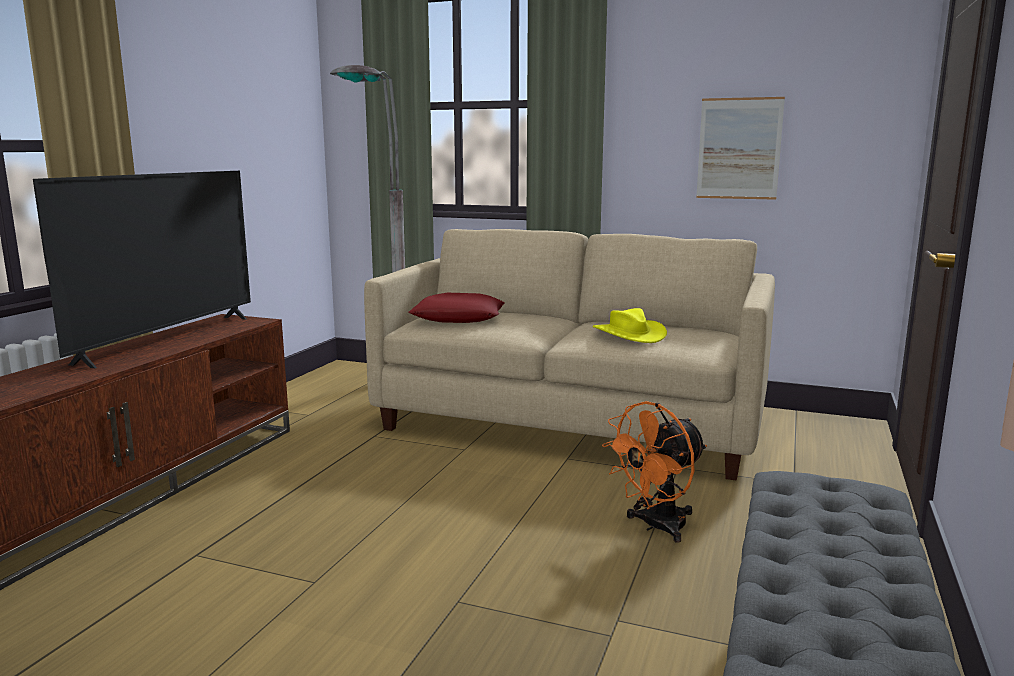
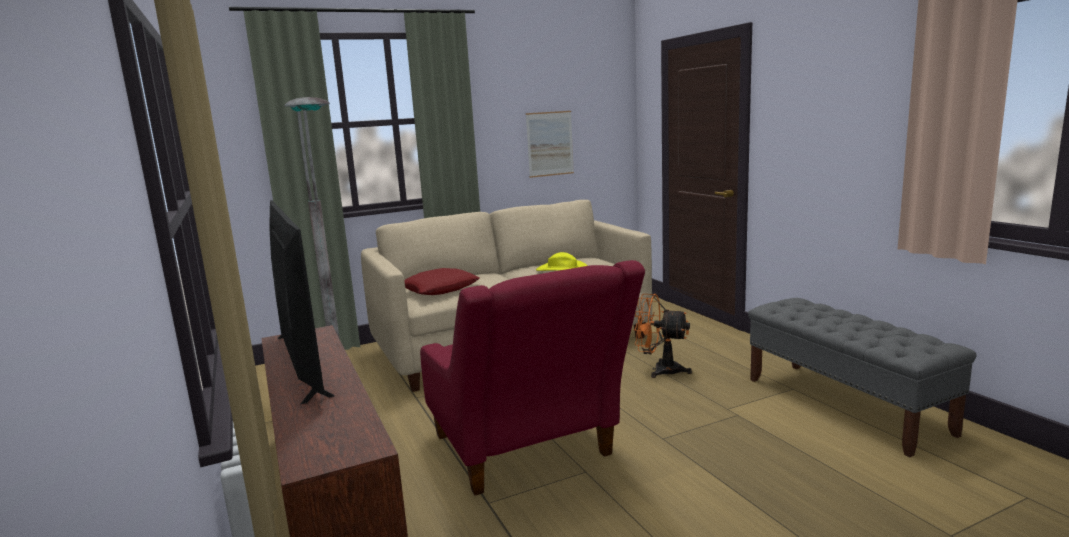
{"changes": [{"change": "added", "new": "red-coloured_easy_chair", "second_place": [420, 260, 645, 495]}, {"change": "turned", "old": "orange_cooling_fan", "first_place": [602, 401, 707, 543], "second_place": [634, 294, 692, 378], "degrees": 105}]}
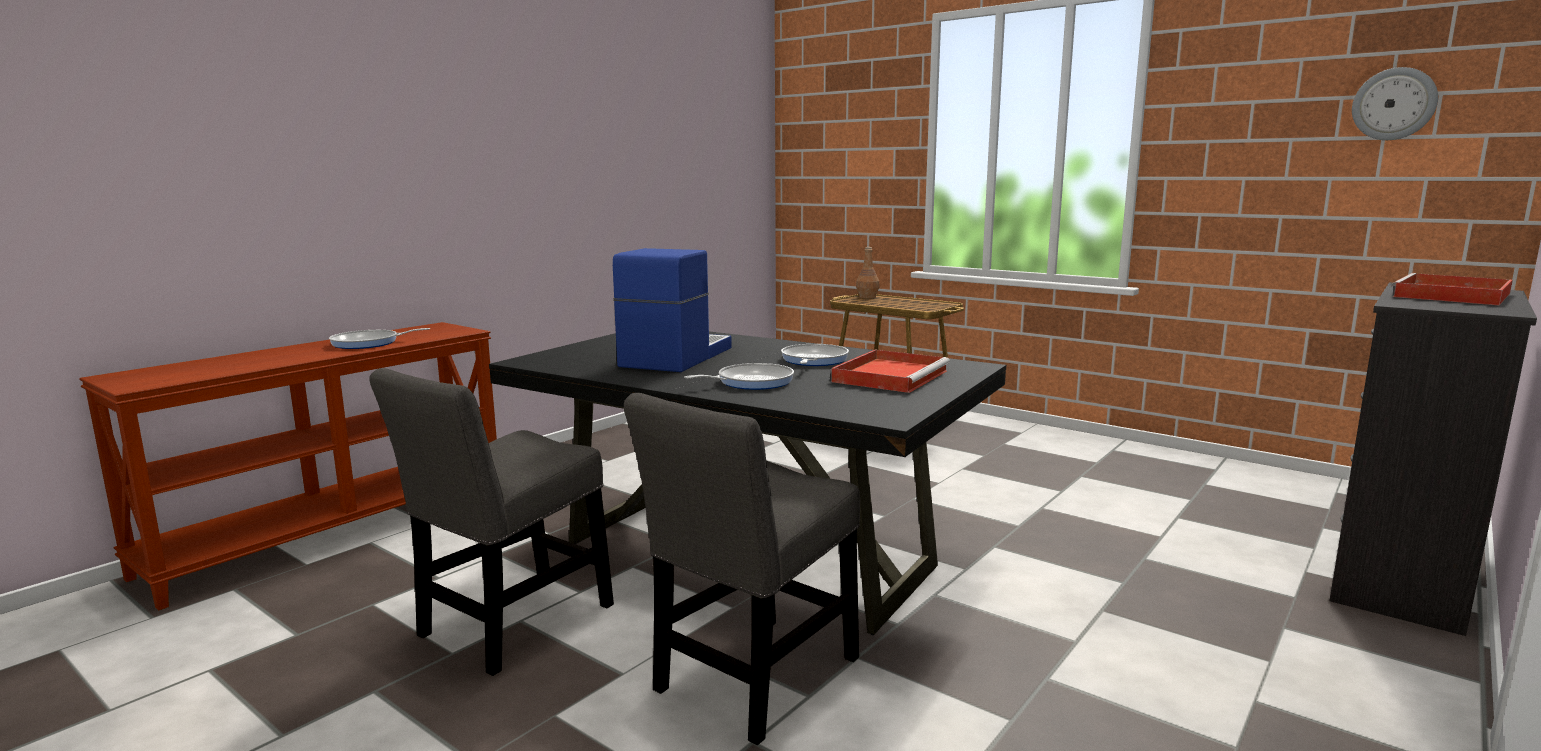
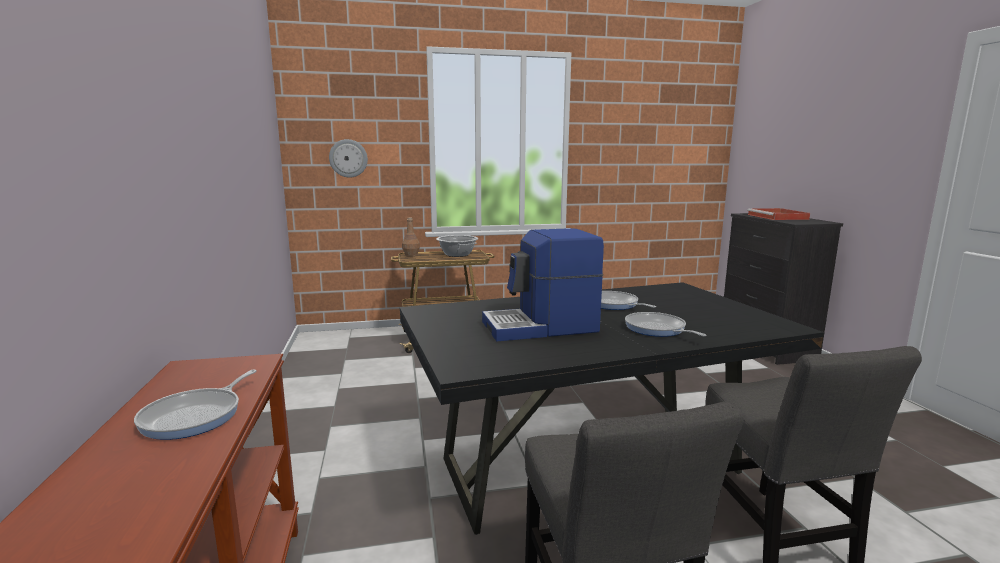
{"changes": [{"change": "removed", "old": "red-coloured_tray", "first_place": [831, 350, 950, 393]}, {"change": "added", "new": "saucepot", "second_place": [436, 235, 478, 257]}, {"change": "moved", "old": "clock_on_the_wall", "first_place": [1352, 67, 1438, 140], "second_place": [329, 139, 368, 178]}, {"change": "turned", "old": "coffee_brewer", "first_place": [613, 248, 732, 372], "second_place": [482, 228, 604, 341], "degrees": -75}, {"change": "turned", "old": "skillet", "first_place": [684, 363, 794, 390], "second_place": [625, 312, 707, 337], "degrees": -45}]}
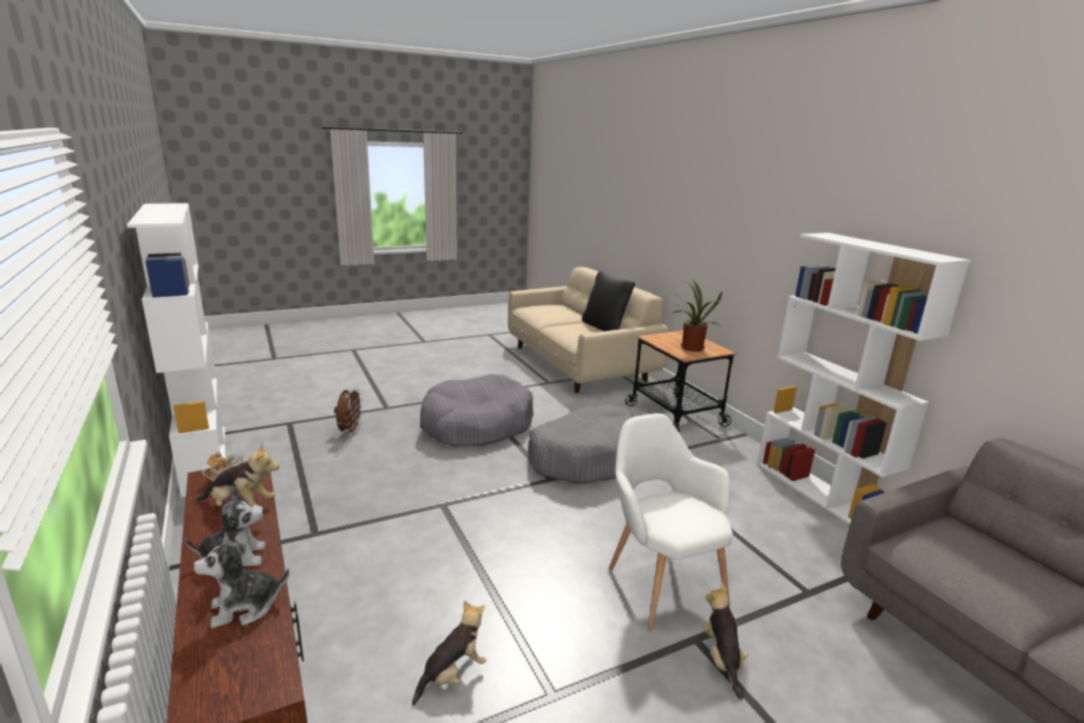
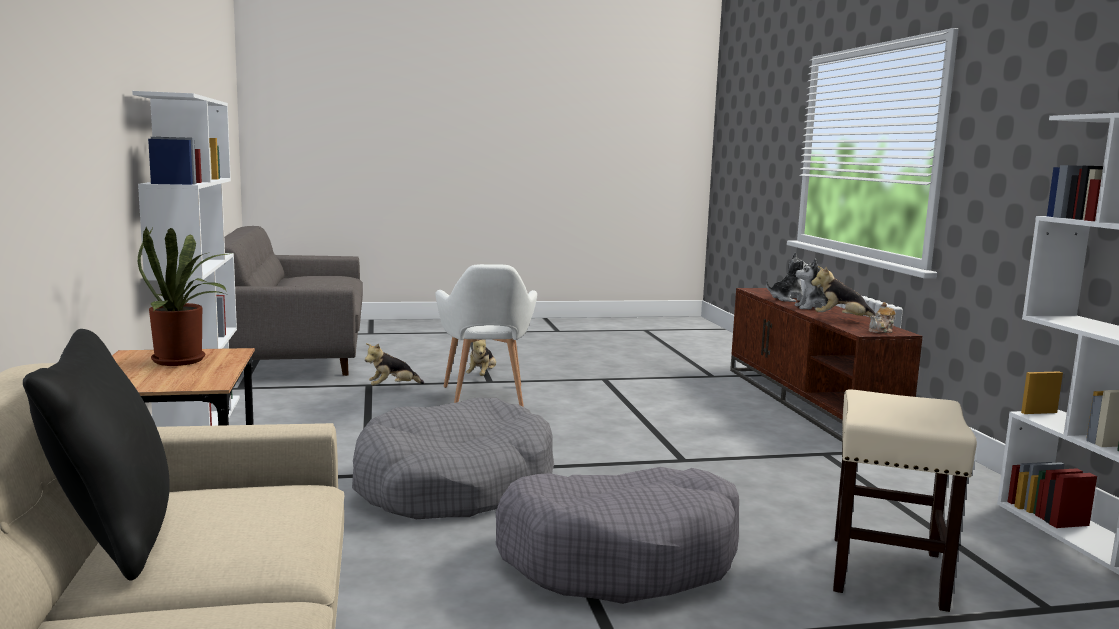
{"changes": [{"change": "moved", "old": "plush_toy", "first_place": [412, 600, 486, 706], "second_place": [365, 343, 425, 386]}, {"change": "replaced", "old": "brown_cooling_fan", "new": "sand-coloured_stool_seat", "first_place": [334, 388, 364, 435], "second_place": [833, 390, 977, 612]}]}
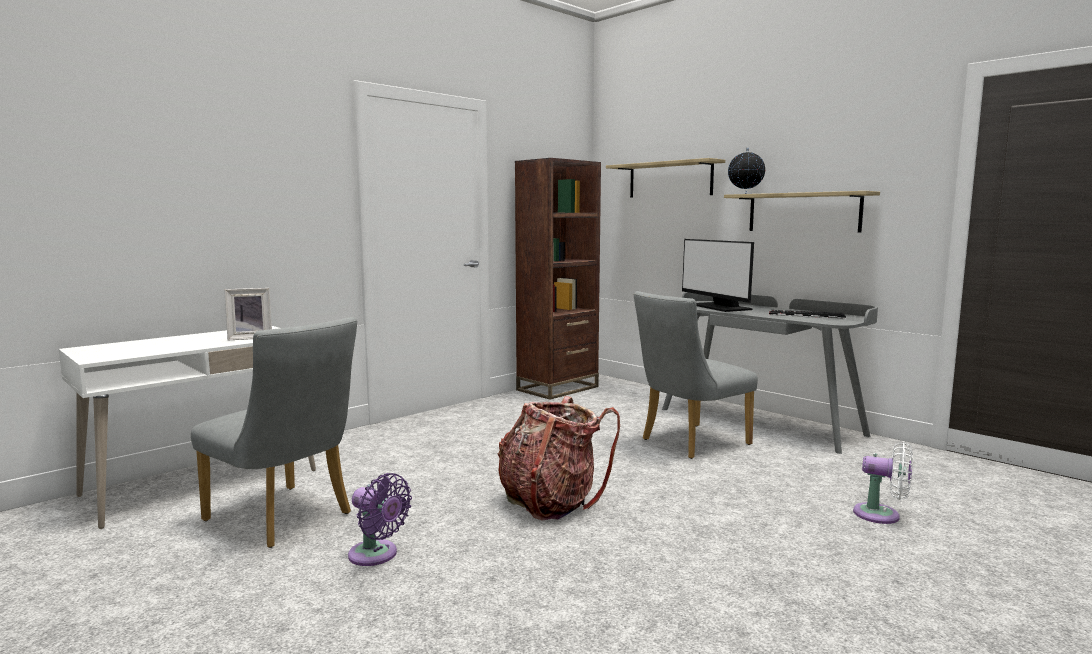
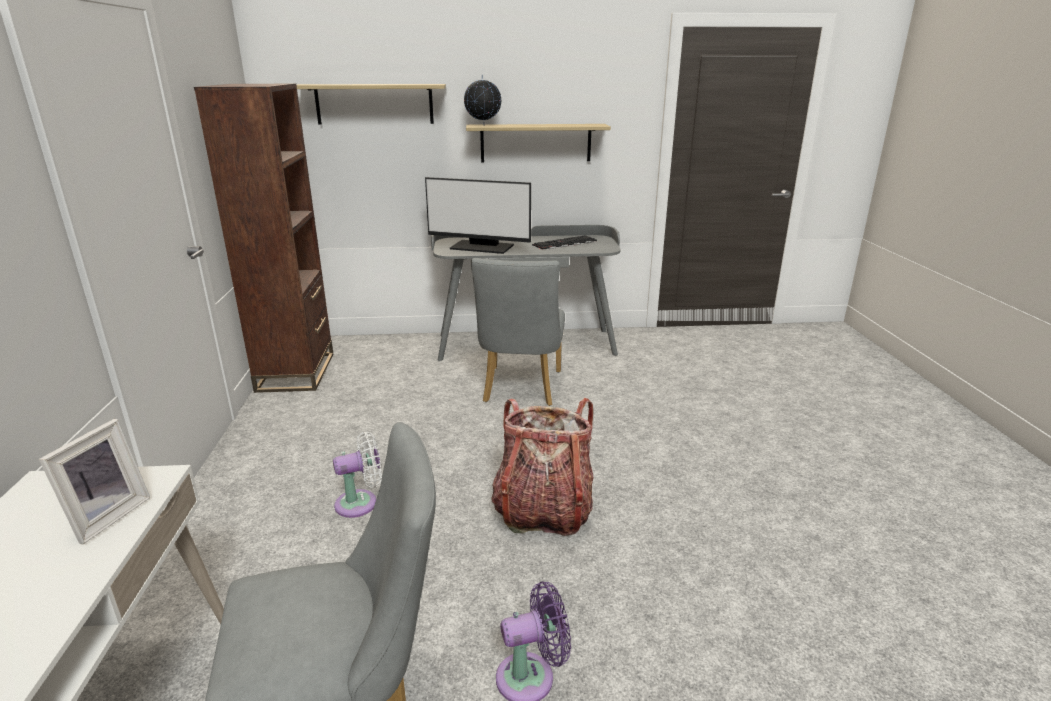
{"changes": [{"change": "moved", "old": "white-coloured_cooling_fan", "first_place": [853, 441, 913, 524], "second_place": [333, 432, 382, 518]}]}
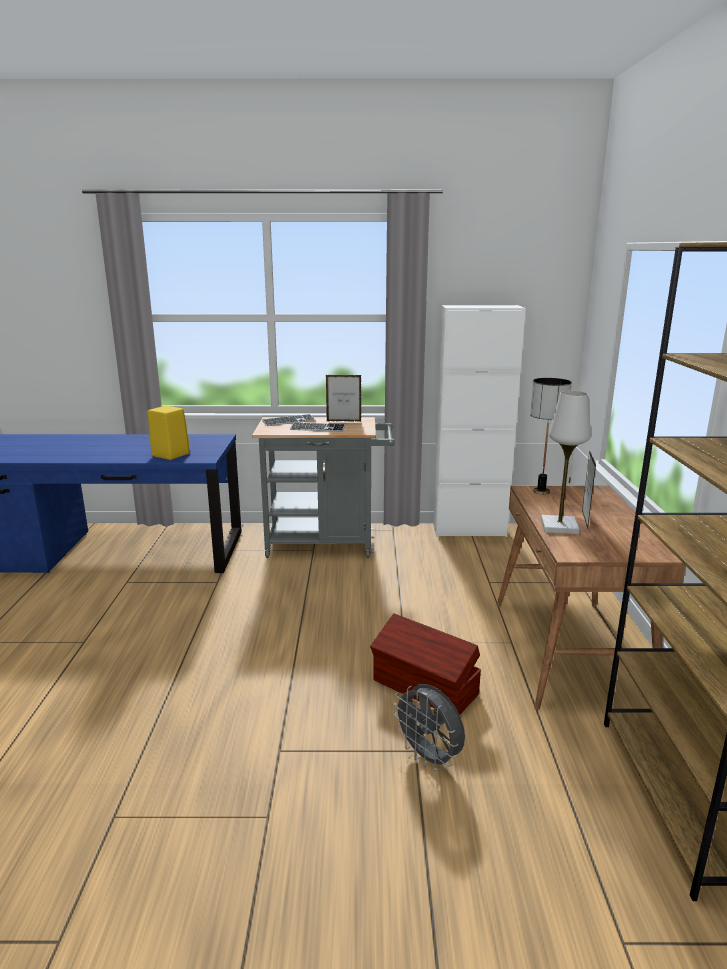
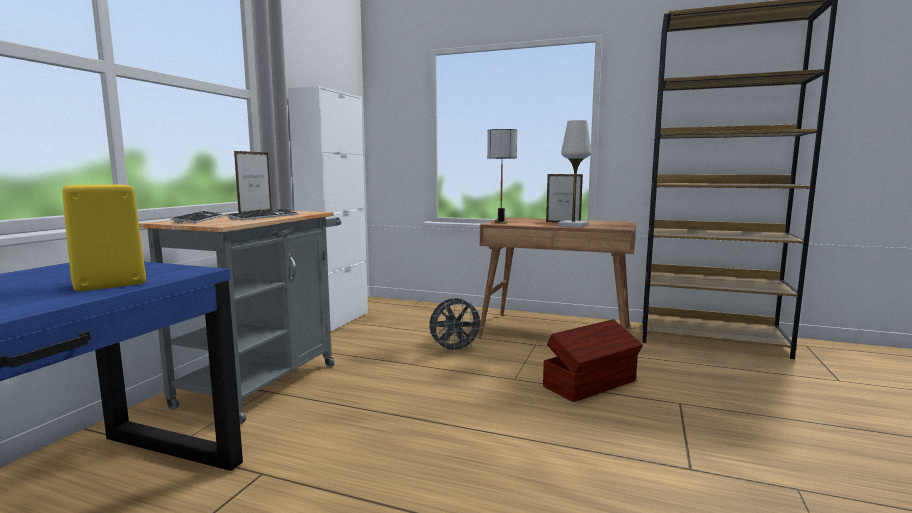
{"changes": [{"change": "moved", "old": "gray_cooling_fan", "first_place": [392, 684, 465, 771], "second_place": [430, 297, 484, 354]}]}
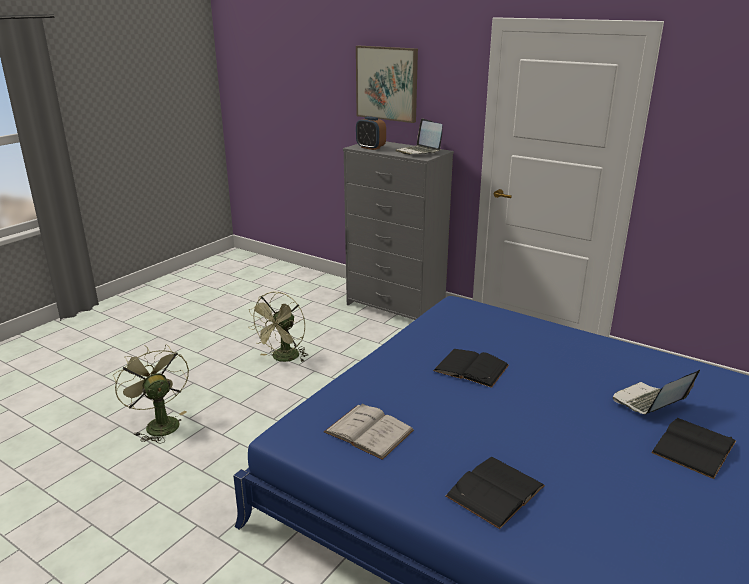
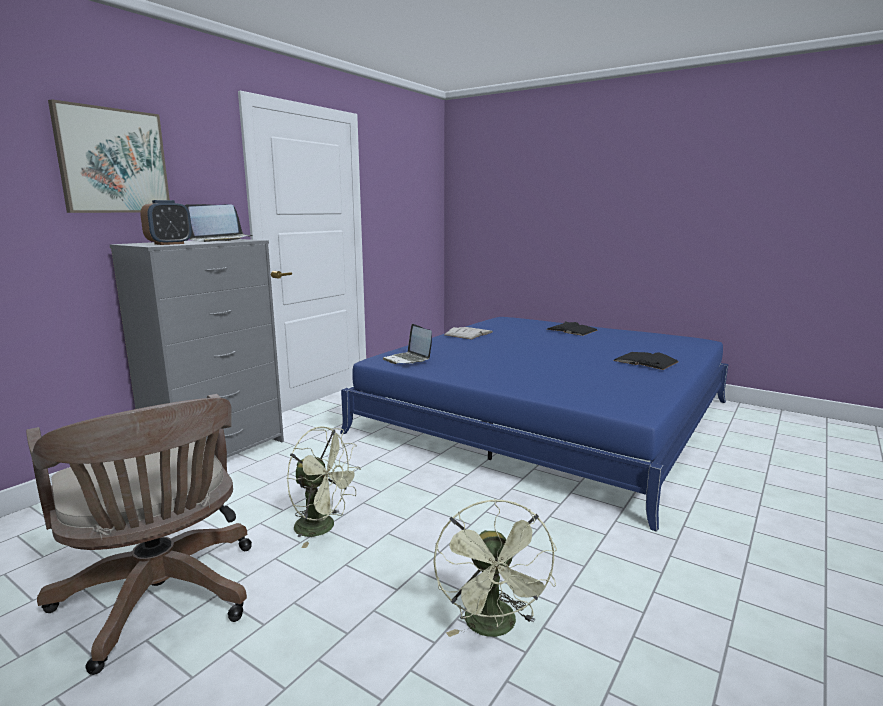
{"changes": [{"change": "removed", "old": "black-coloured_book", "first_place": [433, 349, 509, 388]}, {"change": "added", "new": "brown_office_chair", "second_place": [26, 394, 252, 675]}, {"change": "moved", "old": "white-coloured_book", "first_place": [324, 404, 414, 460], "second_place": [445, 327, 493, 340]}, {"change": "moved", "old": "portable_computer", "first_place": [613, 369, 700, 414], "second_place": [383, 324, 432, 364]}, {"change": "turned", "old": "green_cooling_fan", "first_place": [113, 344, 189, 444], "second_place": [433, 499, 557, 637], "degrees": -60}]}
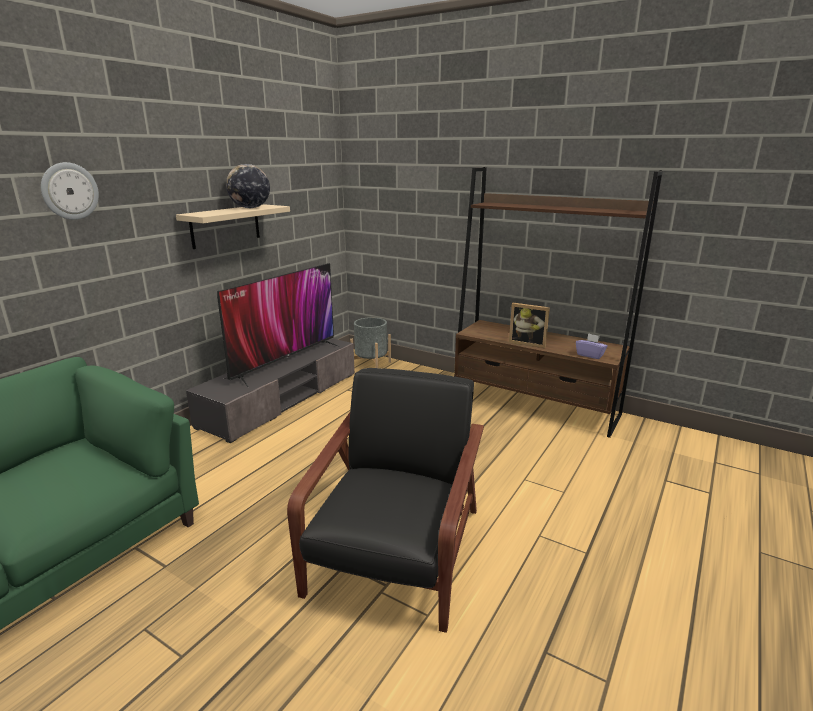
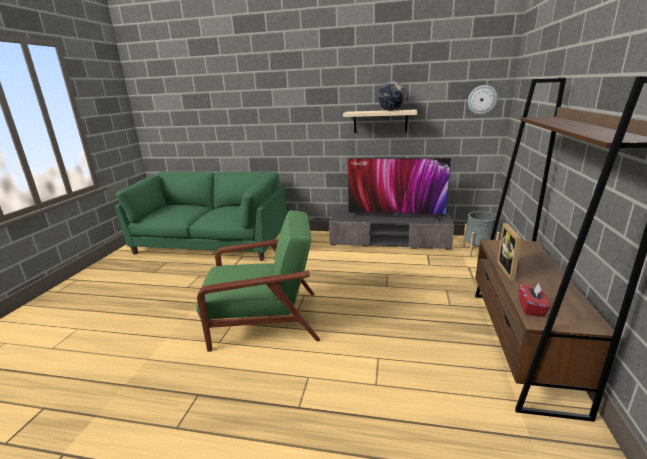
{"changes": [{"change": "moved", "old": "clock_on_the_wall", "first_place": [41, 162, 99, 220], "second_place": [468, 85, 498, 115]}, {"change": "recoloured", "old": "black-coloured_easy_chair", "new": "green_easy_chair", "first_place": [287, 368, 484, 633], "second_place": [196, 210, 320, 352]}, {"change": "recoloured", "old": "purple-coloured_box_of_tissues", "new": "red-coloured_box_of_tissues", "first_place": [576, 333, 608, 359], "second_place": [519, 283, 550, 316]}]}
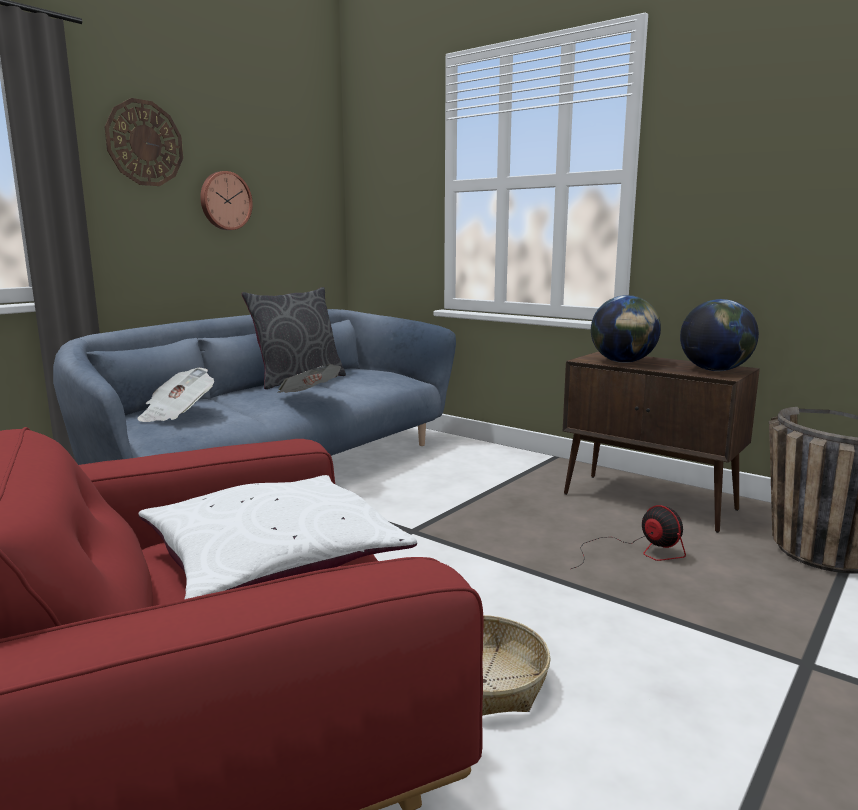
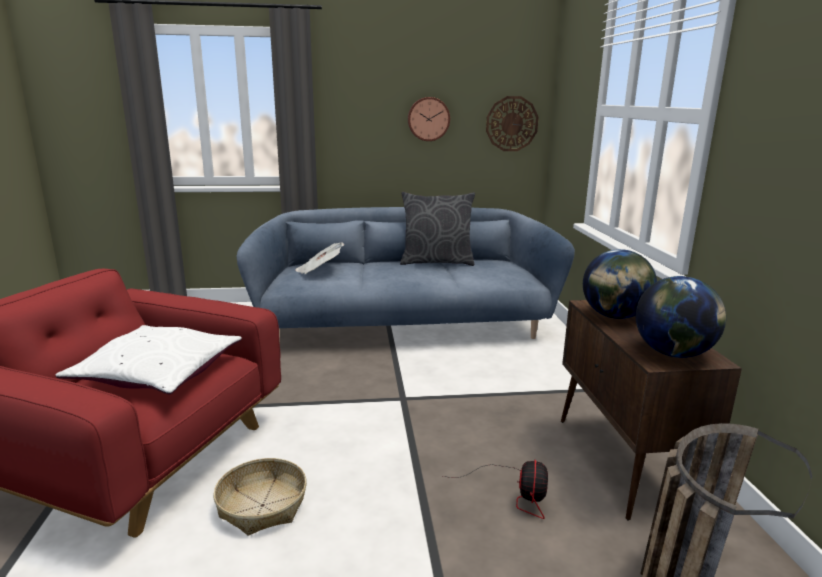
{"changes": [{"change": "removed", "old": "printed_paper", "first_place": [277, 364, 341, 393]}, {"change": "moved", "old": "clock_on_the_wall", "first_place": [105, 98, 183, 186], "second_place": [486, 96, 539, 151]}]}
